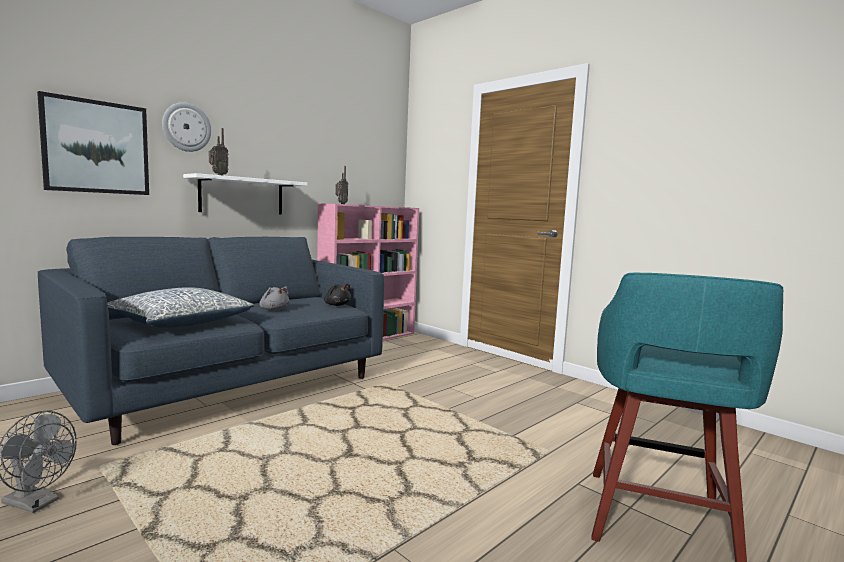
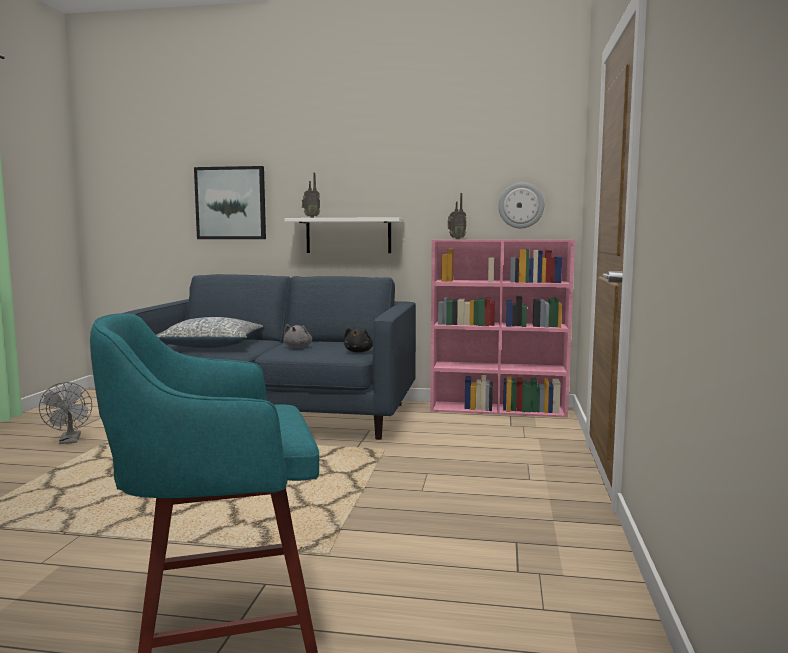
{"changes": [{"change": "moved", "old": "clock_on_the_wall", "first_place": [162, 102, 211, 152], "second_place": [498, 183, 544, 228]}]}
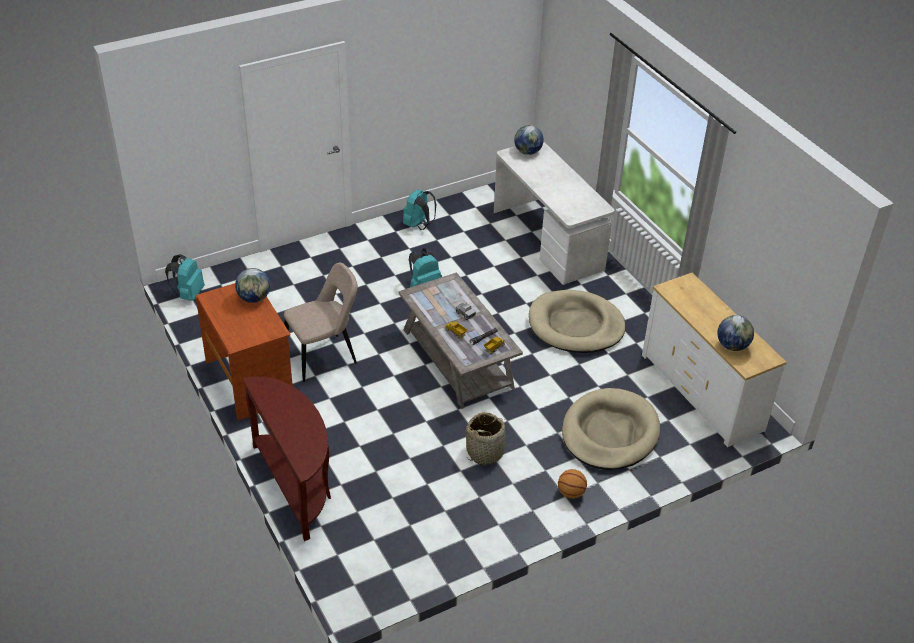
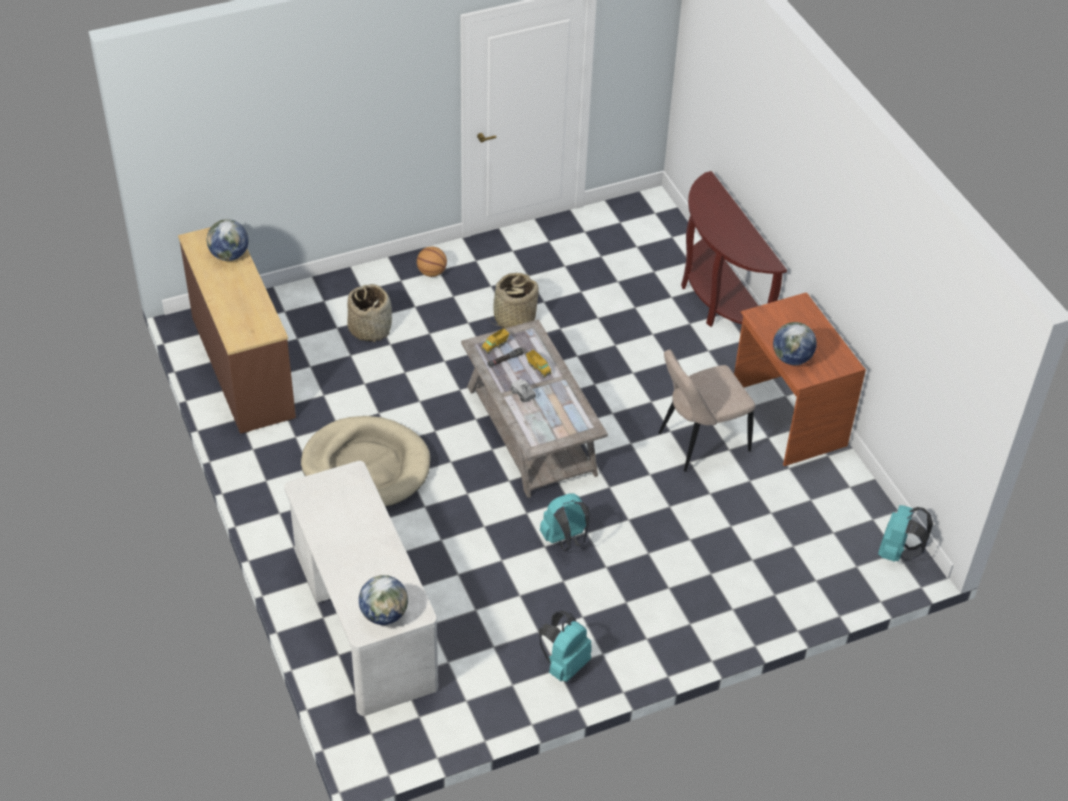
{"changes": [{"change": "replaced", "old": "sand-coloured_dog_cushion", "new": "basket", "first_place": [562, 388, 660, 470], "second_place": [347, 284, 392, 342]}, {"change": "recoloured", "old": "white-coloured_chest_of_drawers", "new": "brown_chest_of_drawers", "first_place": [642, 273, 787, 447], "second_place": [178, 227, 296, 434]}]}
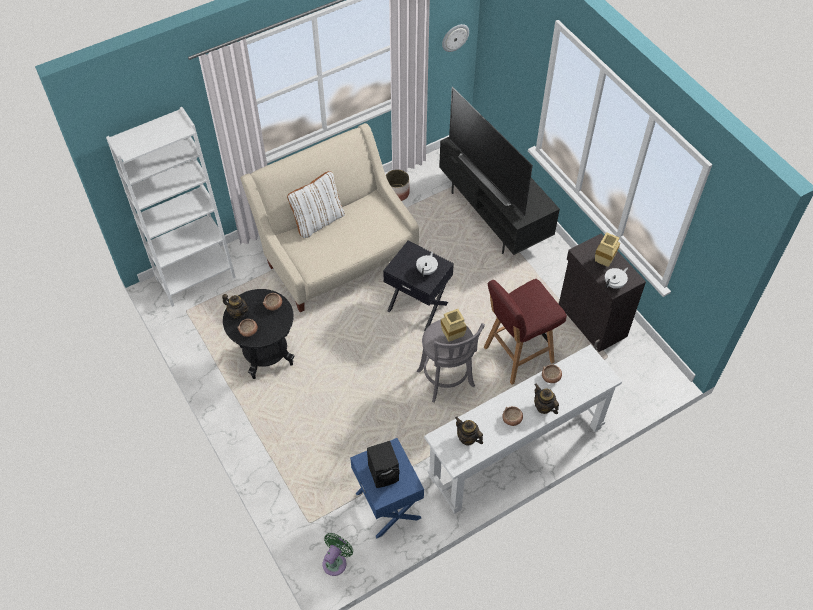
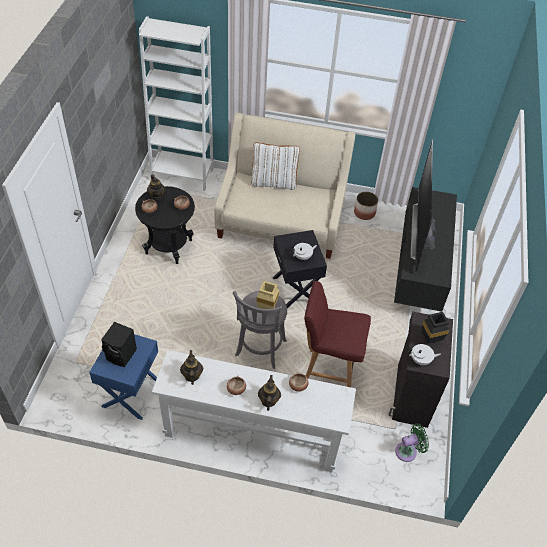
{"changes": [{"change": "removed", "old": "clock_on_the_wall", "first_place": [442, 24, 469, 52]}, {"change": "moved", "old": "green_cooling_fan", "first_place": [323, 533, 353, 576], "second_place": [395, 423, 429, 462]}, {"change": "recoloured", "old": "sand-coloured_vase", "new": "black-coloured_vase", "first_place": [595, 232, 620, 267], "second_place": [422, 312, 449, 344]}]}
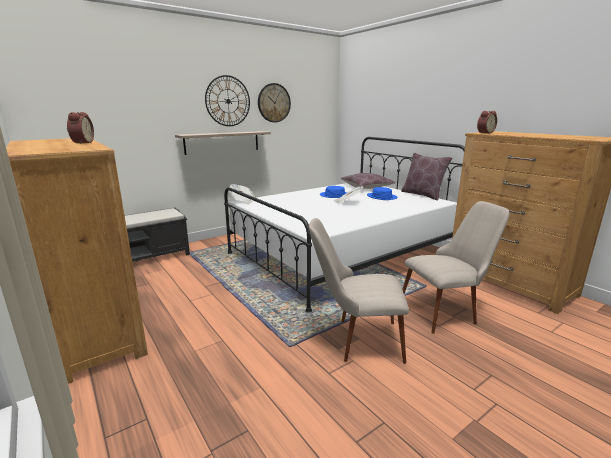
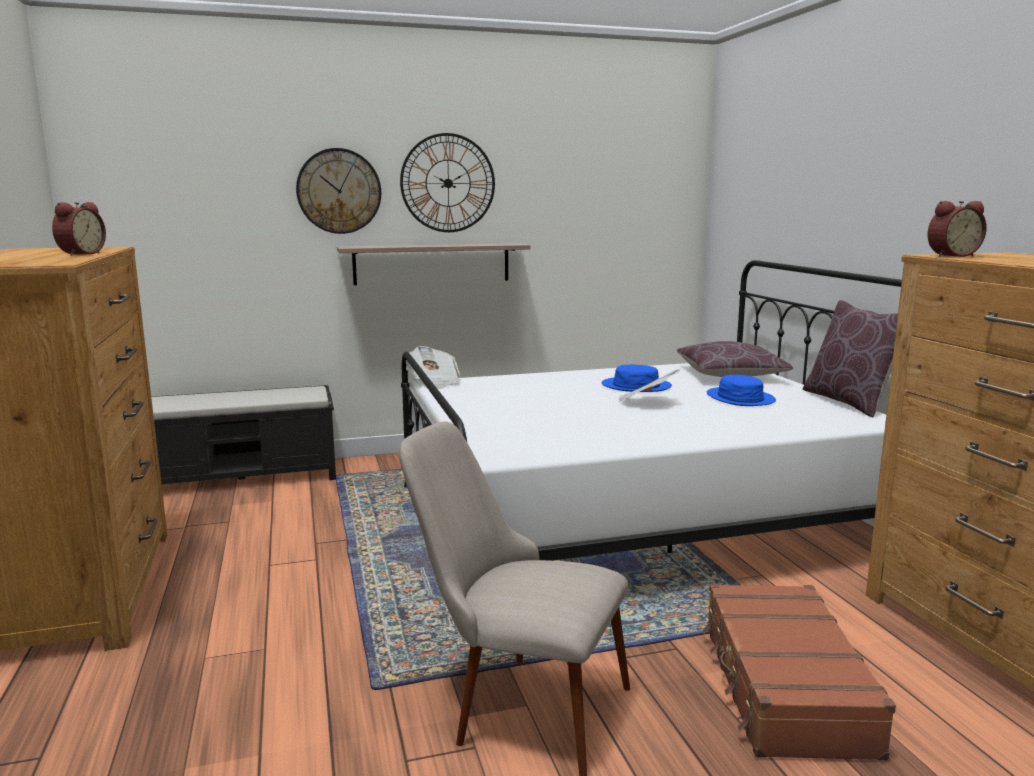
{"changes": [{"change": "moved", "old": "clock_on_the_wall", "first_place": [258, 83, 291, 122], "second_place": [296, 148, 381, 234]}, {"change": "replaced", "old": "sand-coloured_upright_chair", "new": "brown_suitcase", "first_place": [402, 201, 509, 334], "second_place": [702, 584, 896, 760]}]}
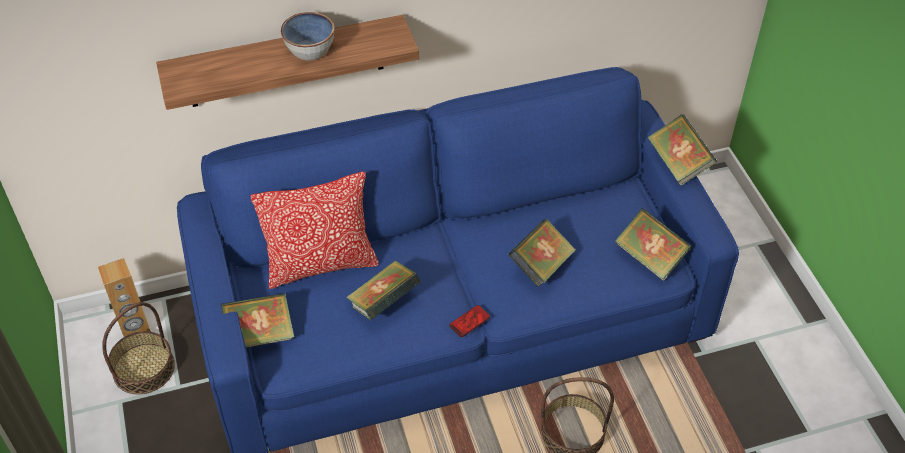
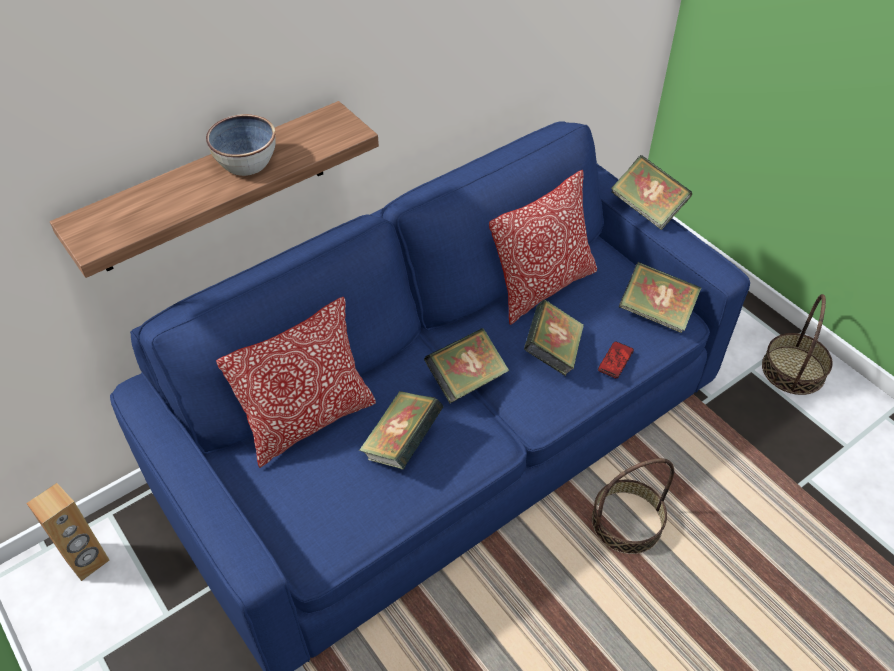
{"changes": [{"change": "added", "new": "cushion", "second_place": [489, 170, 597, 324]}, {"change": "moved", "old": "basket", "first_place": [102, 302, 175, 395], "second_place": [762, 294, 833, 395]}, {"change": "moved", "old": "book", "first_place": [220, 293, 294, 348], "second_place": [424, 328, 509, 403]}, {"change": "moved", "old": "phone", "first_place": [449, 305, 490, 337], "second_place": [598, 341, 634, 378]}]}
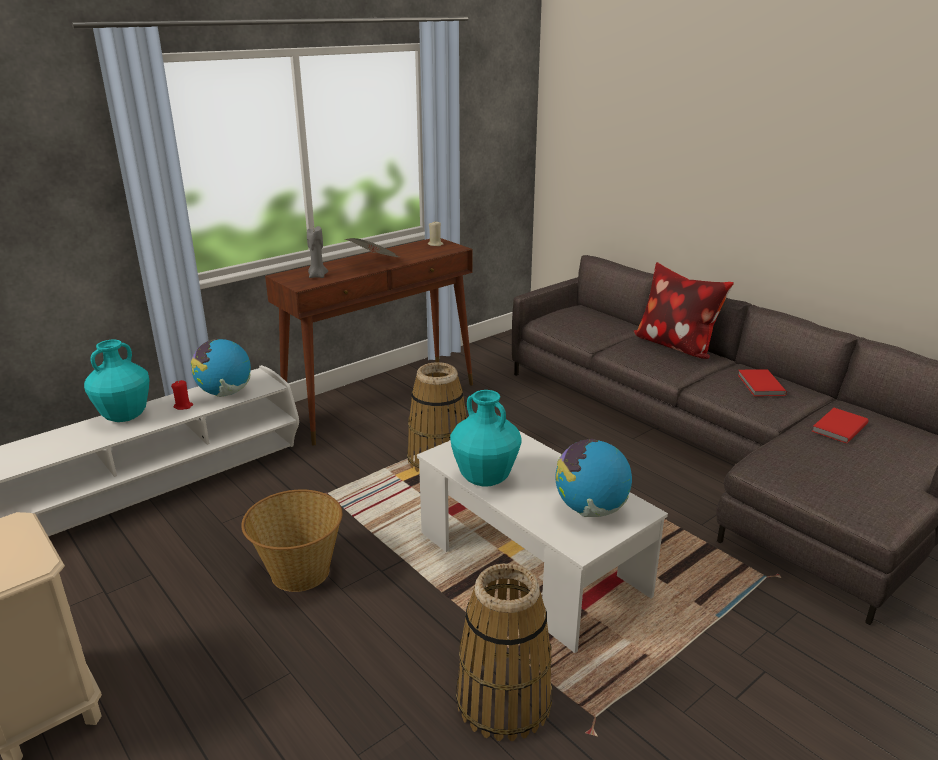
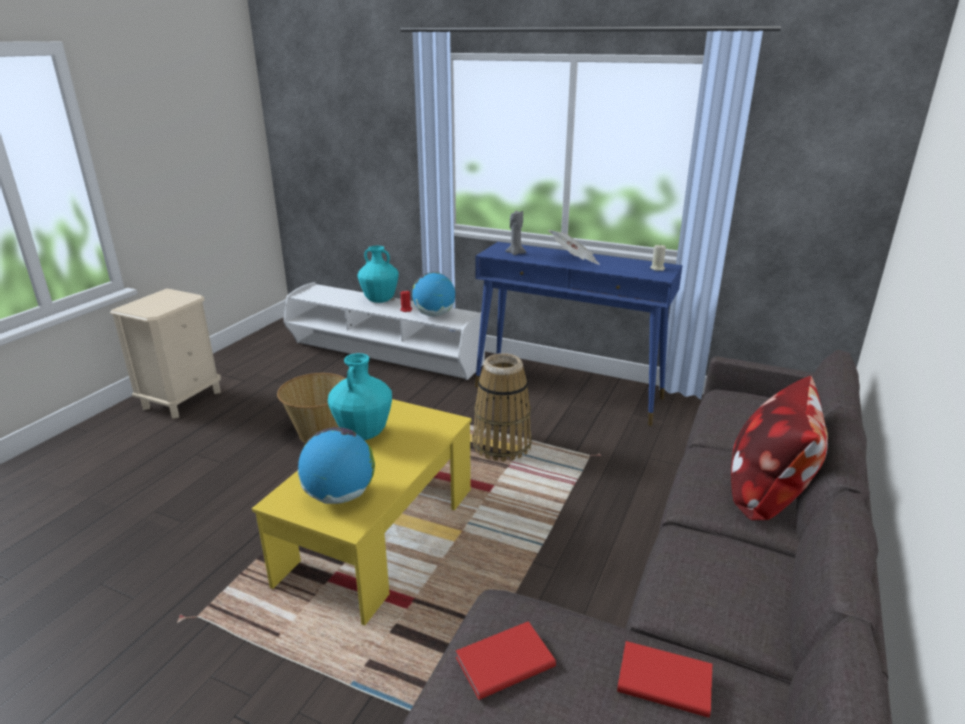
{"changes": [{"change": "removed", "old": "basket", "first_place": [456, 563, 552, 741]}, {"change": "moved", "old": "red-coloured_book", "first_place": [737, 369, 787, 396], "second_place": [456, 621, 556, 700]}, {"change": "recoloured", "old": "brown_console_table", "new": "blue_console_table", "first_place": [265, 238, 473, 446], "second_place": [475, 242, 683, 426]}, {"change": "recoloured", "old": "white-coloured_lounge_table", "new": "yellow-coloured_lounge_table", "first_place": [417, 431, 668, 653], "second_place": [252, 399, 472, 626]}]}
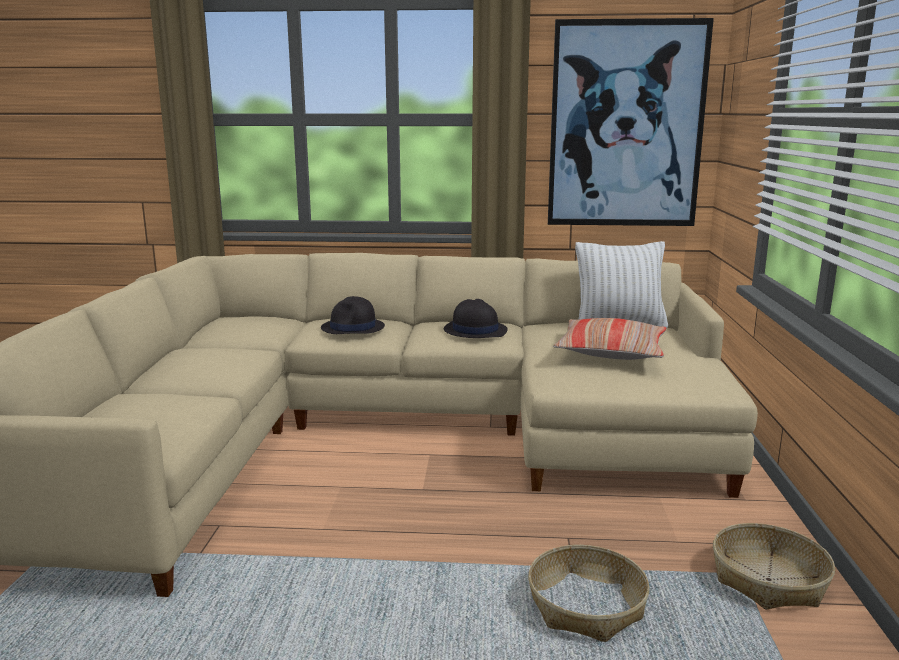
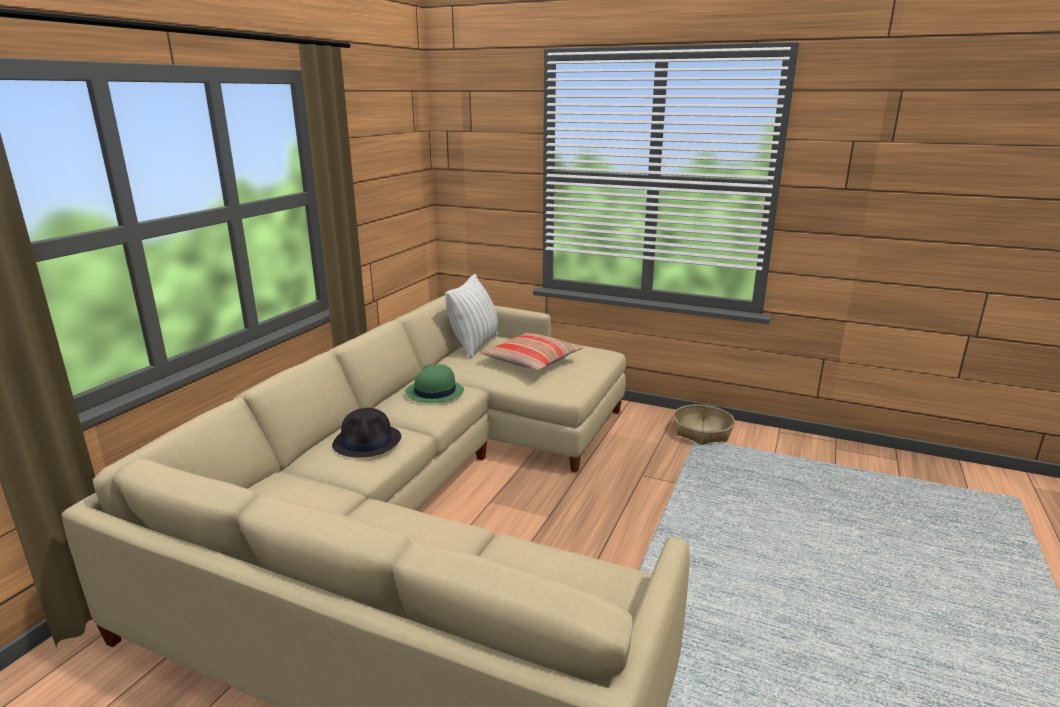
{"changes": [{"change": "removed", "old": "basket", "first_place": [528, 545, 650, 642]}, {"change": "removed", "old": "wall_picture", "first_place": [548, 18, 714, 226]}, {"change": "recoloured", "old": "black-coloured_clothing_hat", "new": "green_clothing_hat", "first_place": [444, 299, 508, 338], "second_place": [405, 364, 464, 403]}]}
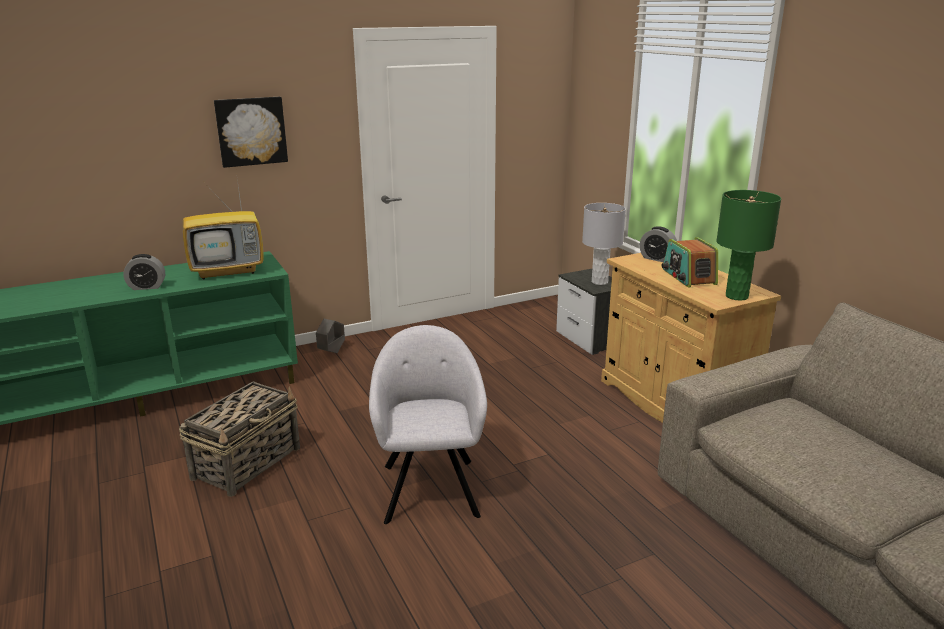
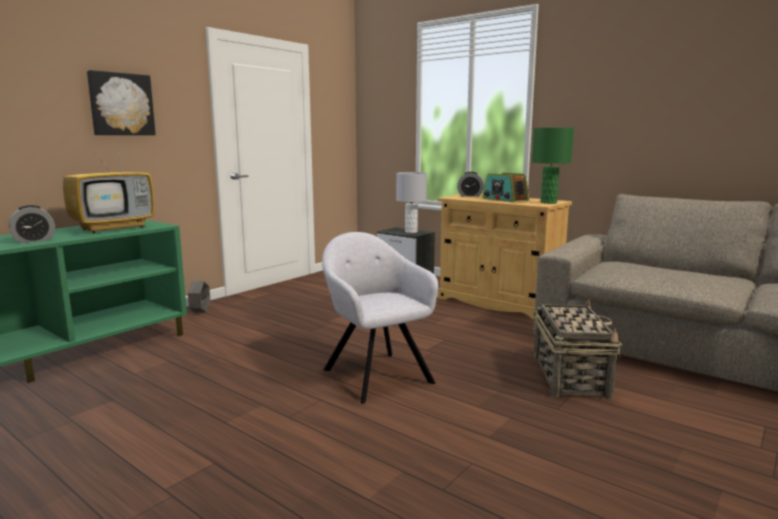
{"changes": [{"change": "moved", "old": "basket", "first_place": [179, 381, 300, 497], "second_place": [534, 299, 622, 400]}]}
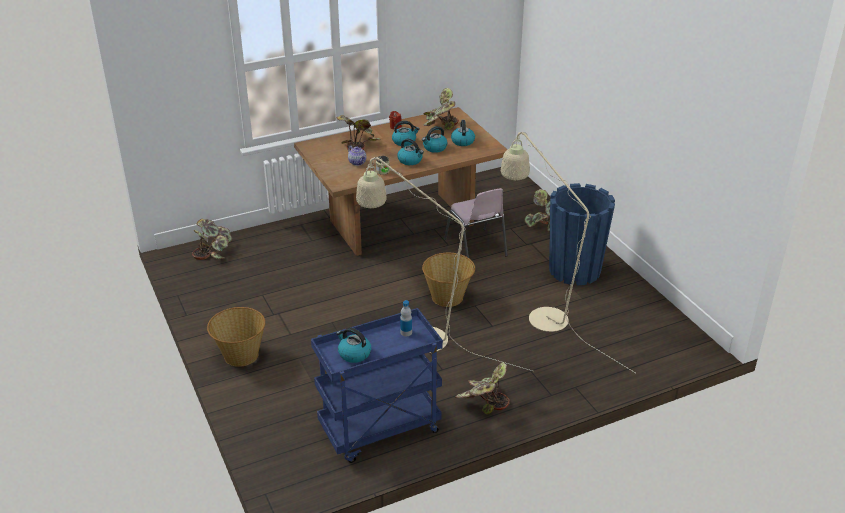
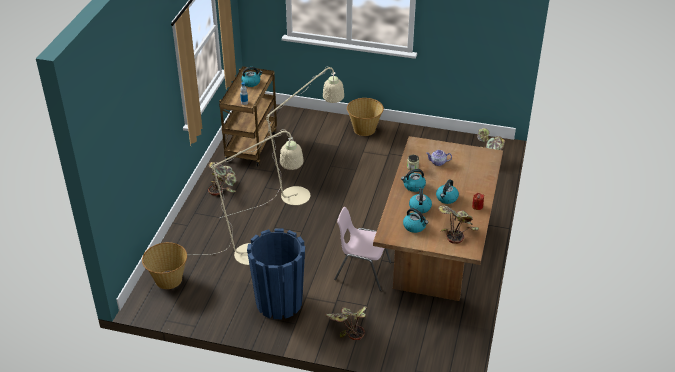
{"changes": [{"change": "removed", "old": "houseplant", "first_place": [336, 115, 380, 150]}, {"change": "moved", "old": "basket", "first_place": [422, 253, 475, 307], "second_place": [142, 242, 187, 289]}, {"change": "recoloured", "old": "blue_wheeled_cart", "new": "brown_wheeled_cart", "first_place": [311, 308, 443, 463], "second_place": [219, 66, 277, 167]}]}
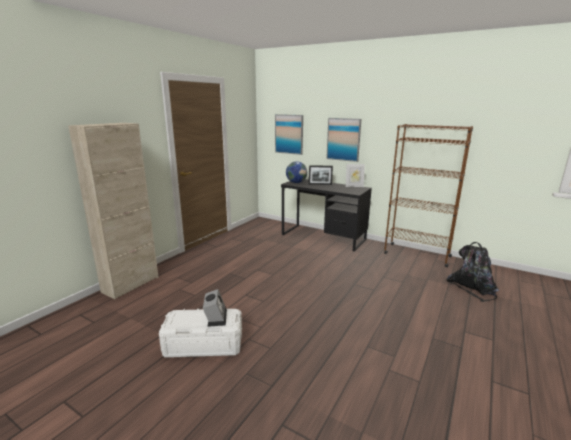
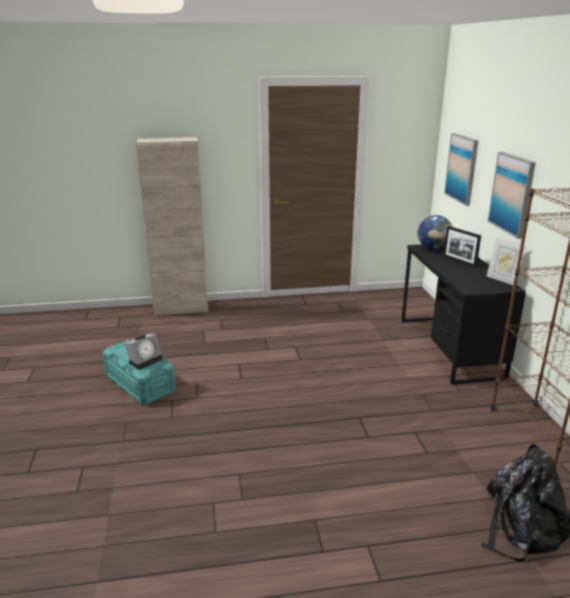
{"changes": [{"change": "recoloured", "old": "white-coloured_storage_box", "new": "turquoise_storage_box", "first_place": [159, 309, 242, 358], "second_place": [103, 339, 176, 404]}]}
